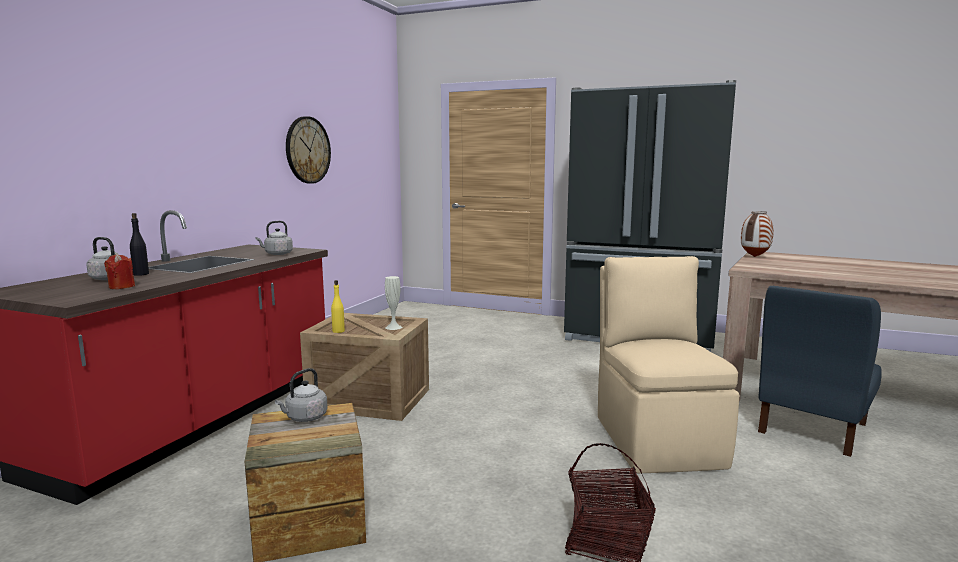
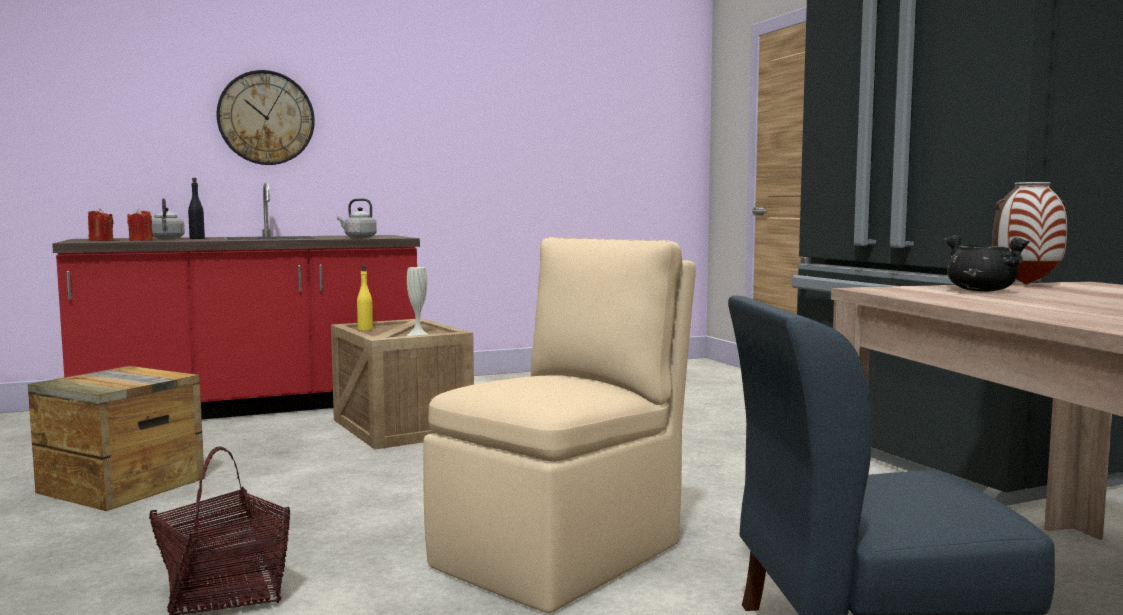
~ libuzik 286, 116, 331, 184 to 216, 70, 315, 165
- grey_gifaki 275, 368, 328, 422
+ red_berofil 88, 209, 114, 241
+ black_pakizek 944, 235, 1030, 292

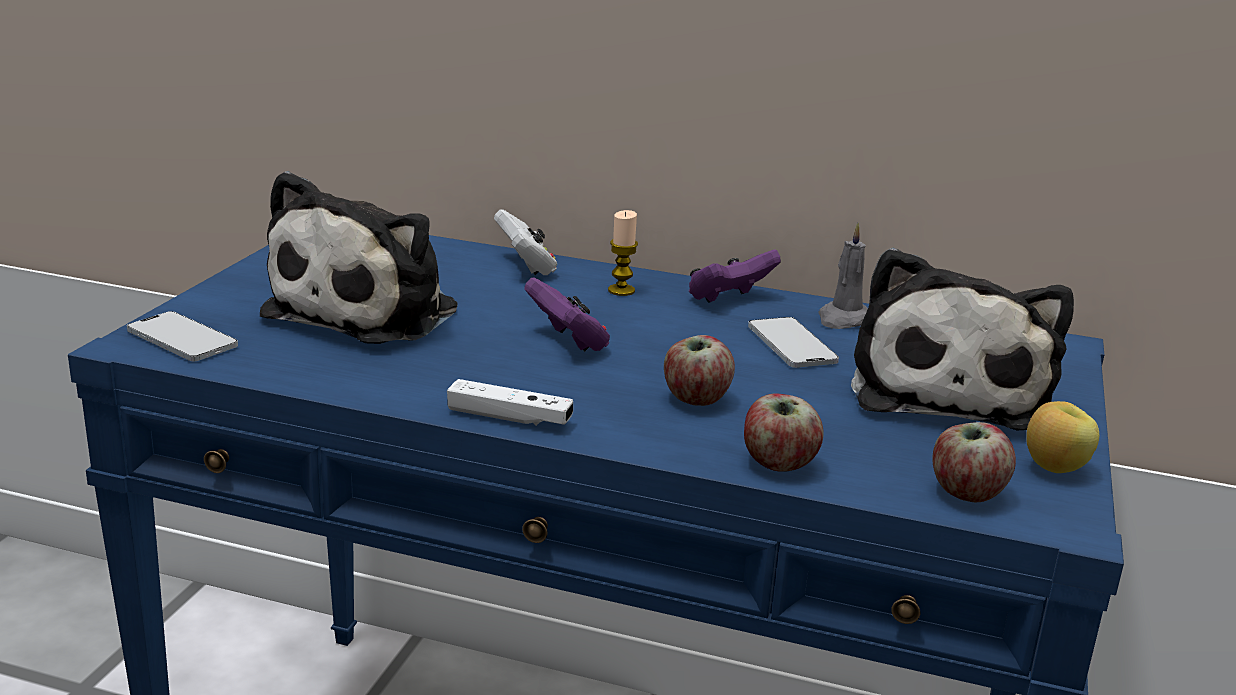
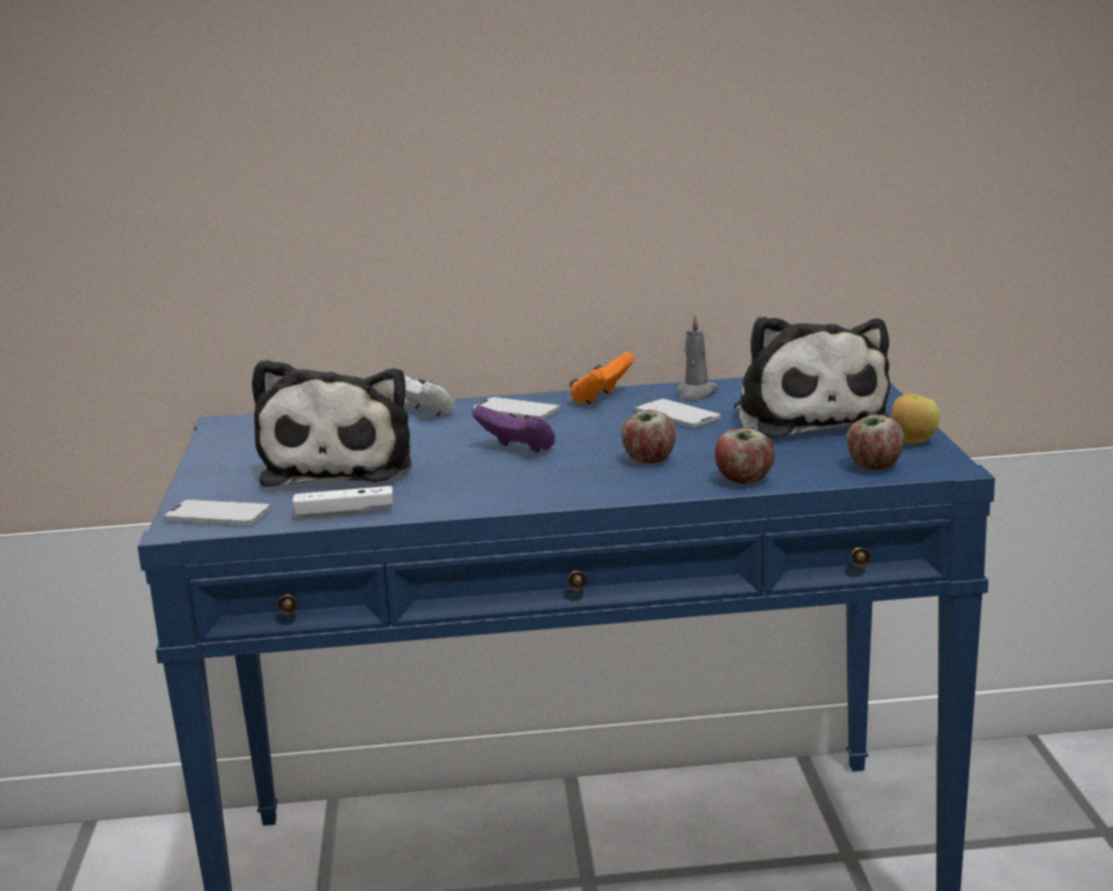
~ berofil 608, 210, 638, 296 to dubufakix 472, 397, 561, 420
~ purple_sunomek 689, 249, 781, 303 to orange_sunomek 569, 352, 634, 405
~ white_sunomek 447, 379, 573, 426 to 292, 486, 394, 518

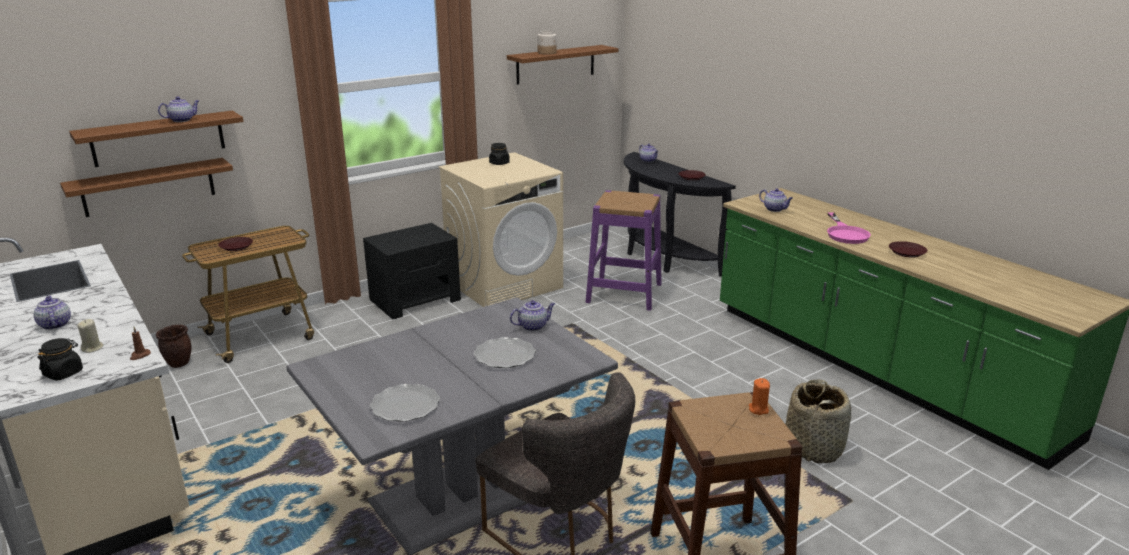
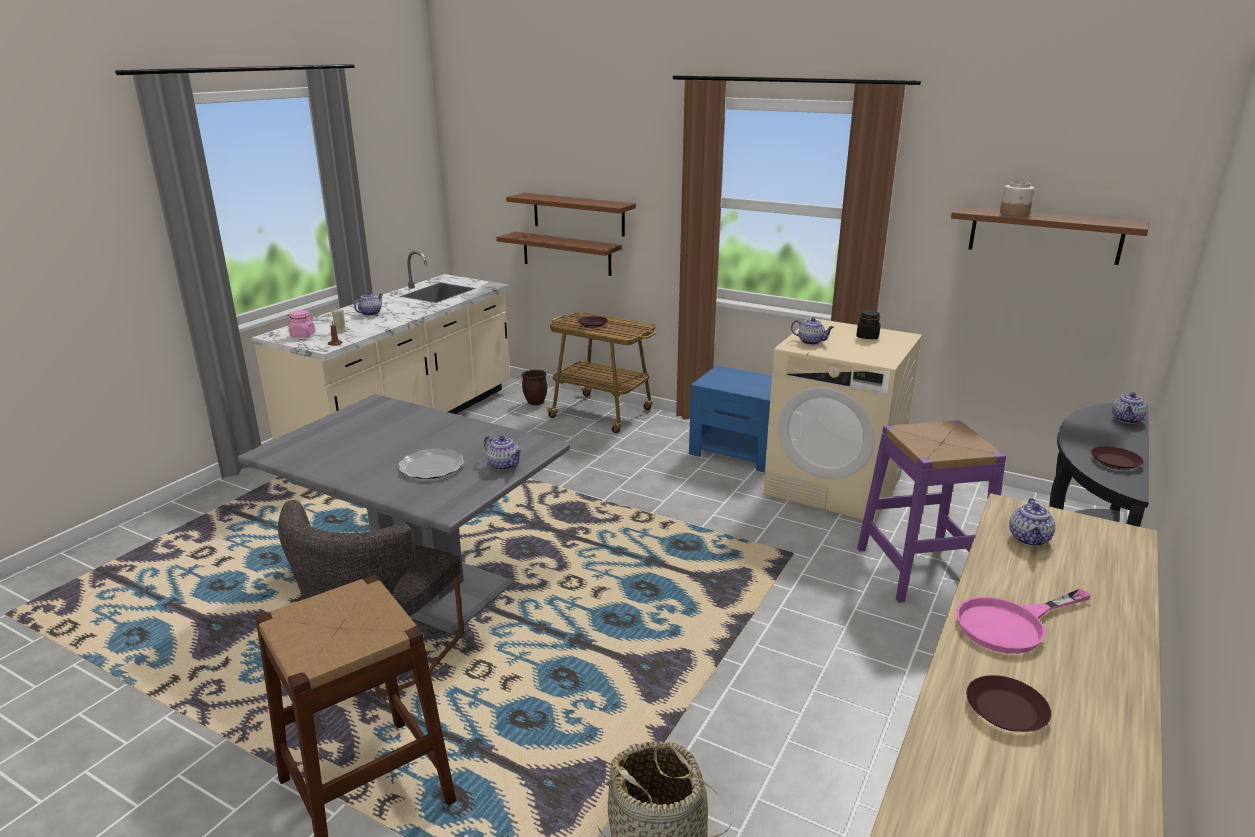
~ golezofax 158, 97, 199, 122 to 791, 318, 834, 345
~ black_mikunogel 363, 223, 461, 319 to blue_mikunogel 689, 365, 772, 473
~ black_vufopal 37, 338, 83, 381 to pink_vufopal 287, 310, 315, 337
- orange_berofil 749, 378, 770, 415
- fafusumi 370, 384, 440, 422

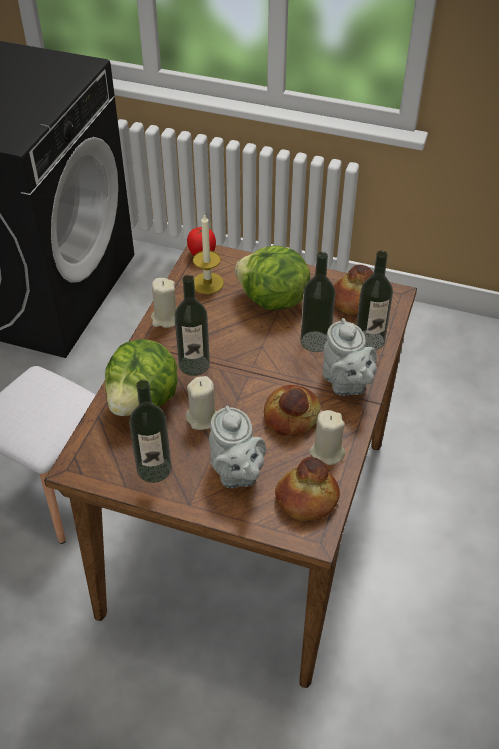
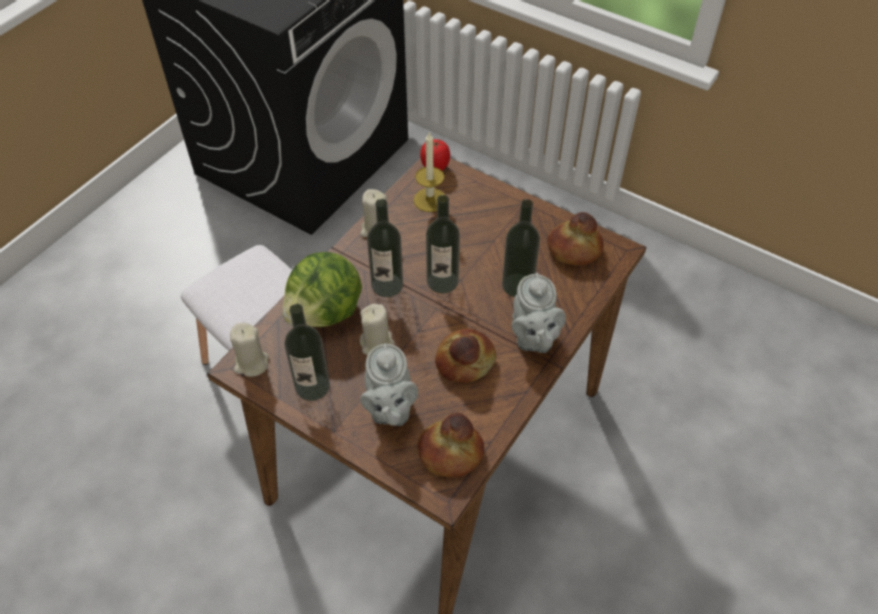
- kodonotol 235, 246, 310, 310
~ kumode 356, 251, 393, 350 to 426, 195, 460, 293
~ beige_berofil 309, 410, 345, 465 to 230, 323, 269, 377

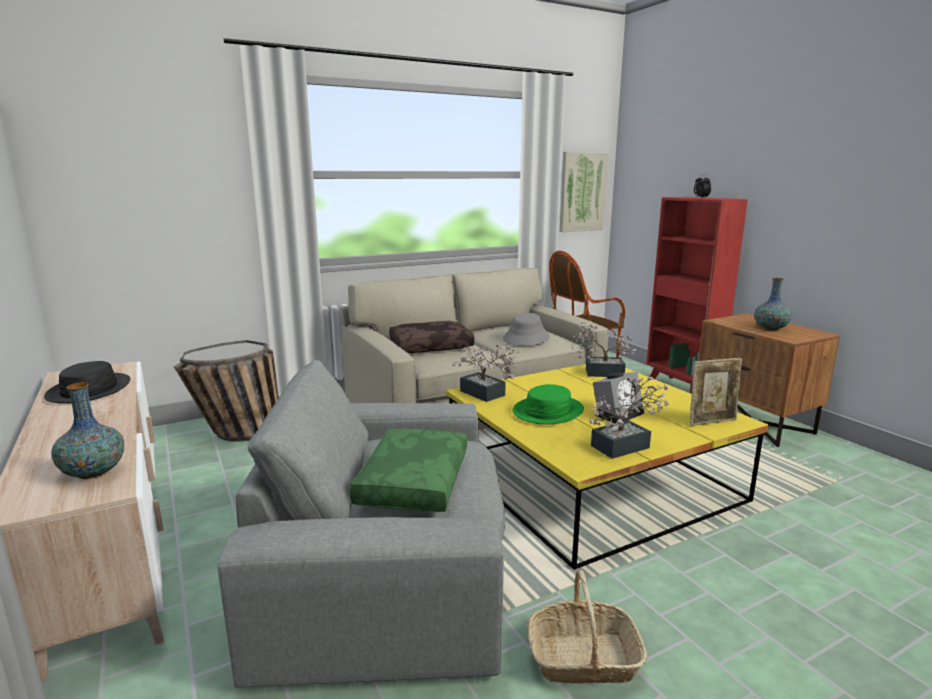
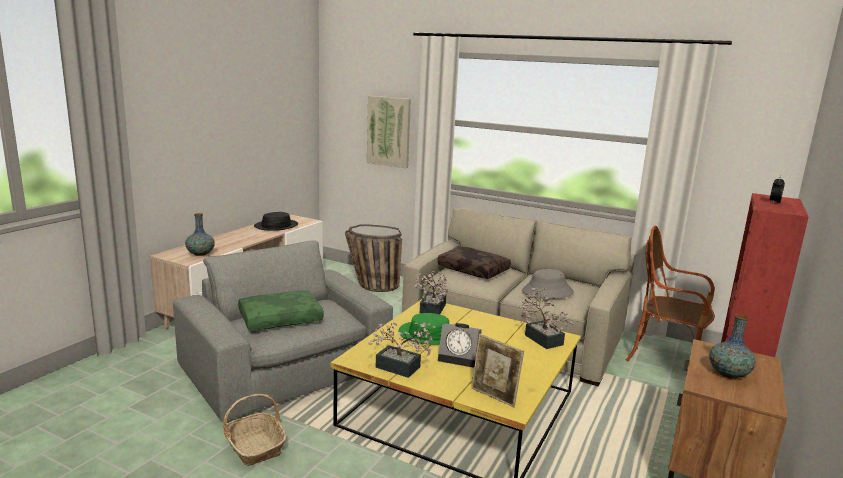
~ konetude 560, 152, 608, 232 to 367, 96, 411, 168

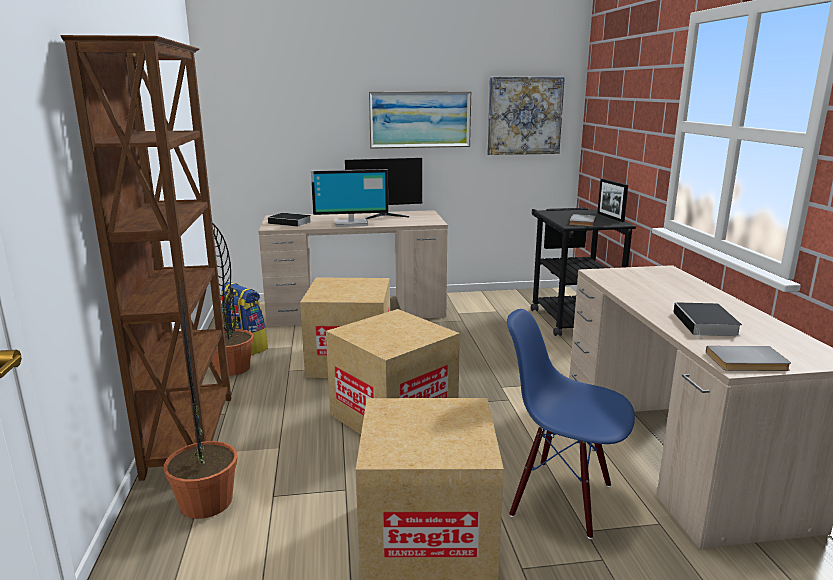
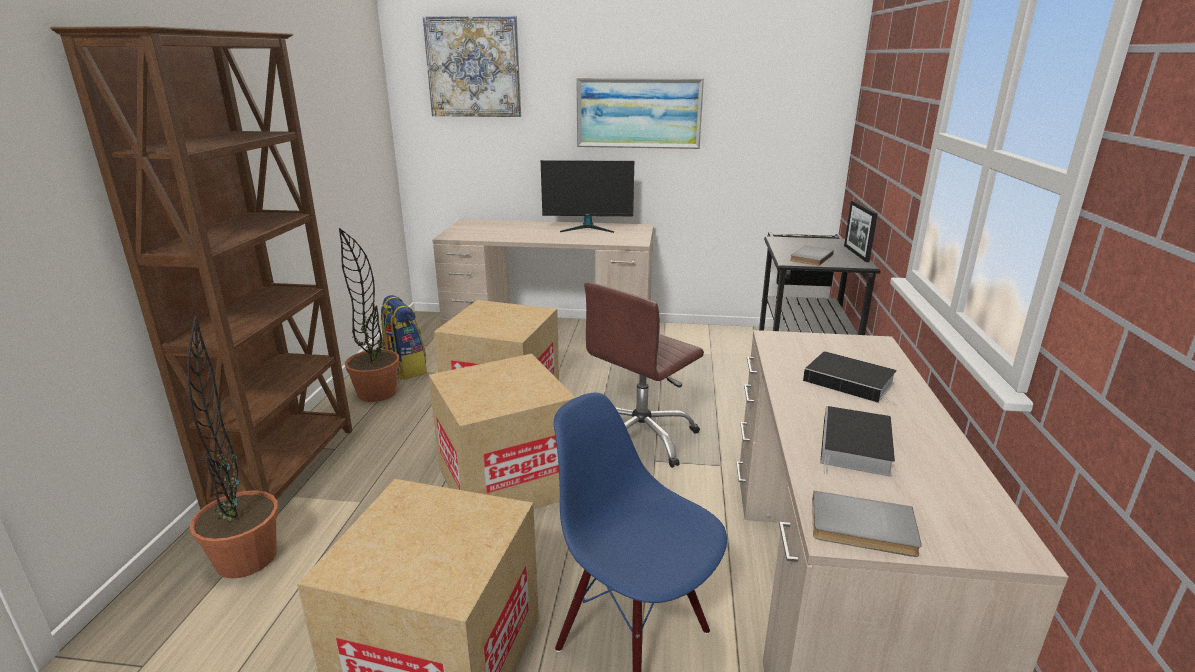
~ konetude 487, 77, 565, 155 to 423, 16, 521, 117
- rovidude 311, 169, 389, 227
~ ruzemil 268, 213, 311, 227 to 803, 351, 897, 406
+ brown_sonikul 584, 282, 704, 468

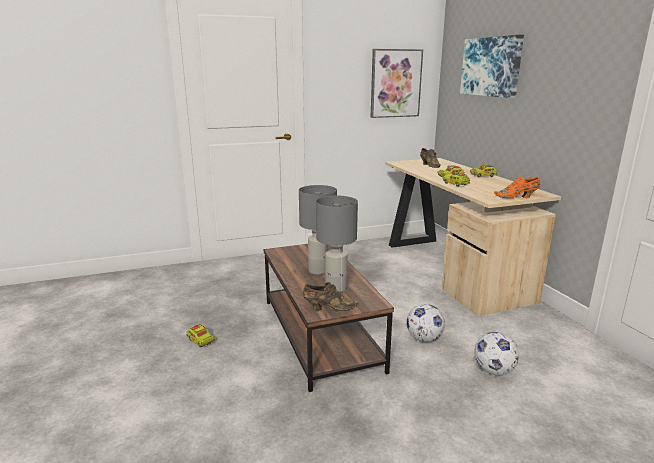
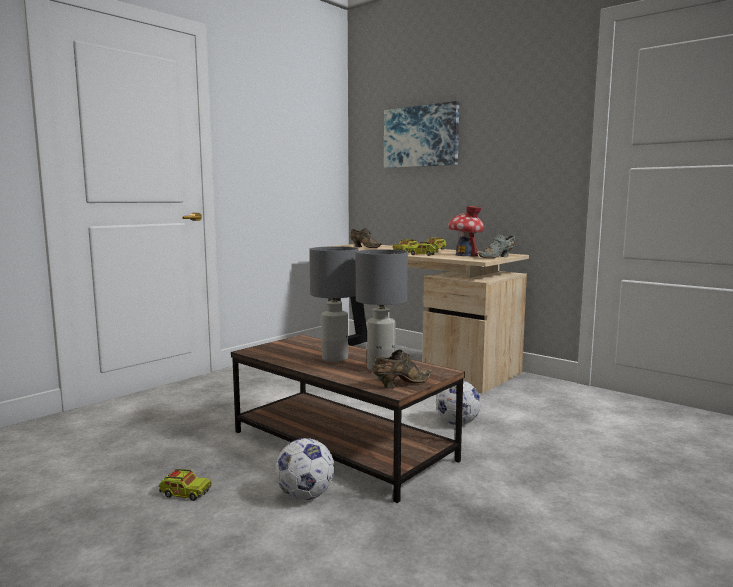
- konetude 371, 49, 423, 118
~ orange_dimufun 494, 176, 540, 198 to grey_dimufun 478, 234, 516, 258
~ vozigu 474, 332, 519, 375 to 275, 438, 334, 500
+ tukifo 448, 206, 484, 256

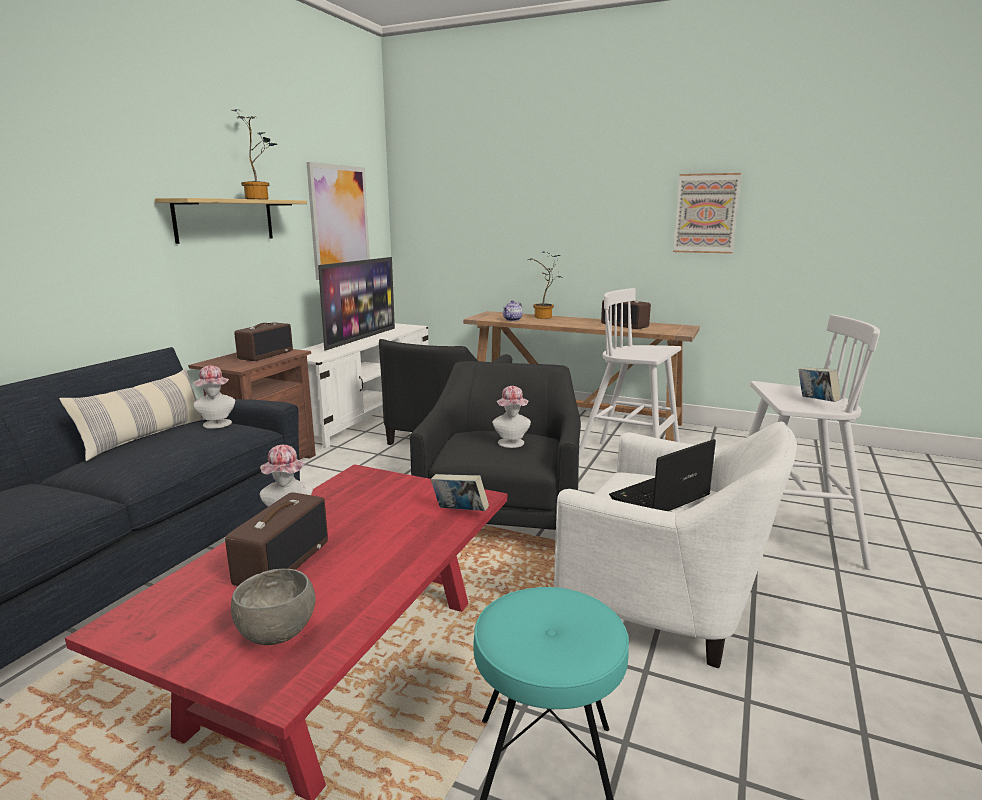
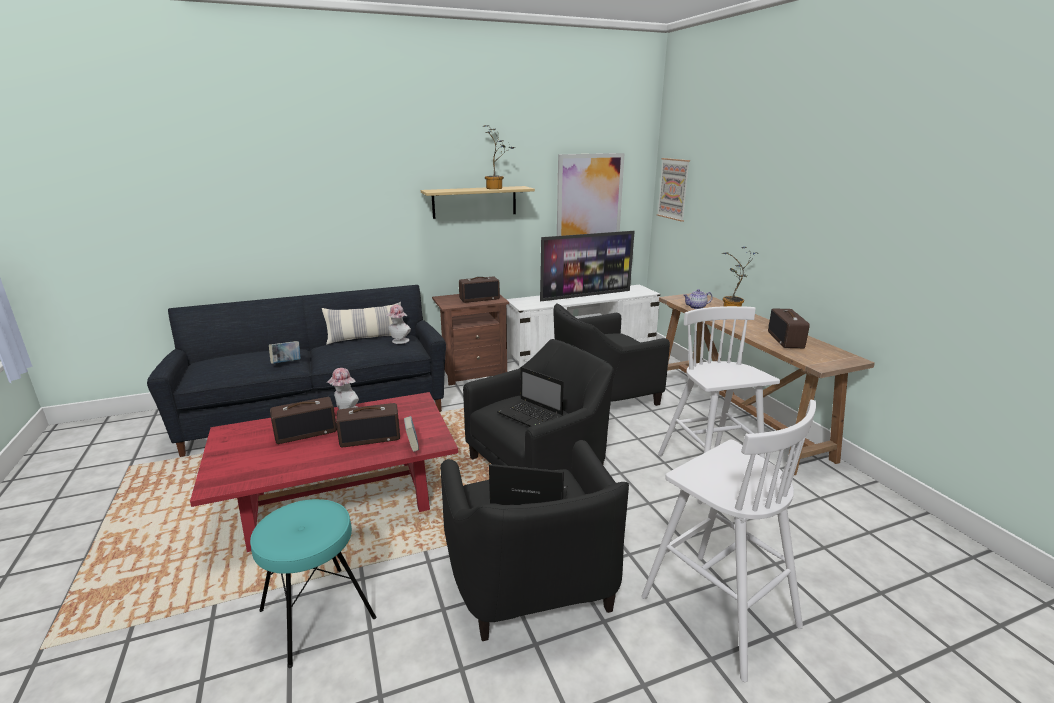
~ konetude 673, 173, 741, 254 to 657, 158, 690, 222
~ ruzemil 798, 367, 841, 402 to 269, 341, 300, 364
~ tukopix 492, 386, 531, 448 to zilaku 497, 367, 564, 427
~ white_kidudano 554, 421, 797, 668 to black_kidudano 440, 440, 629, 641
- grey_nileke 231, 569, 316, 645
+ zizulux 336, 403, 400, 447

